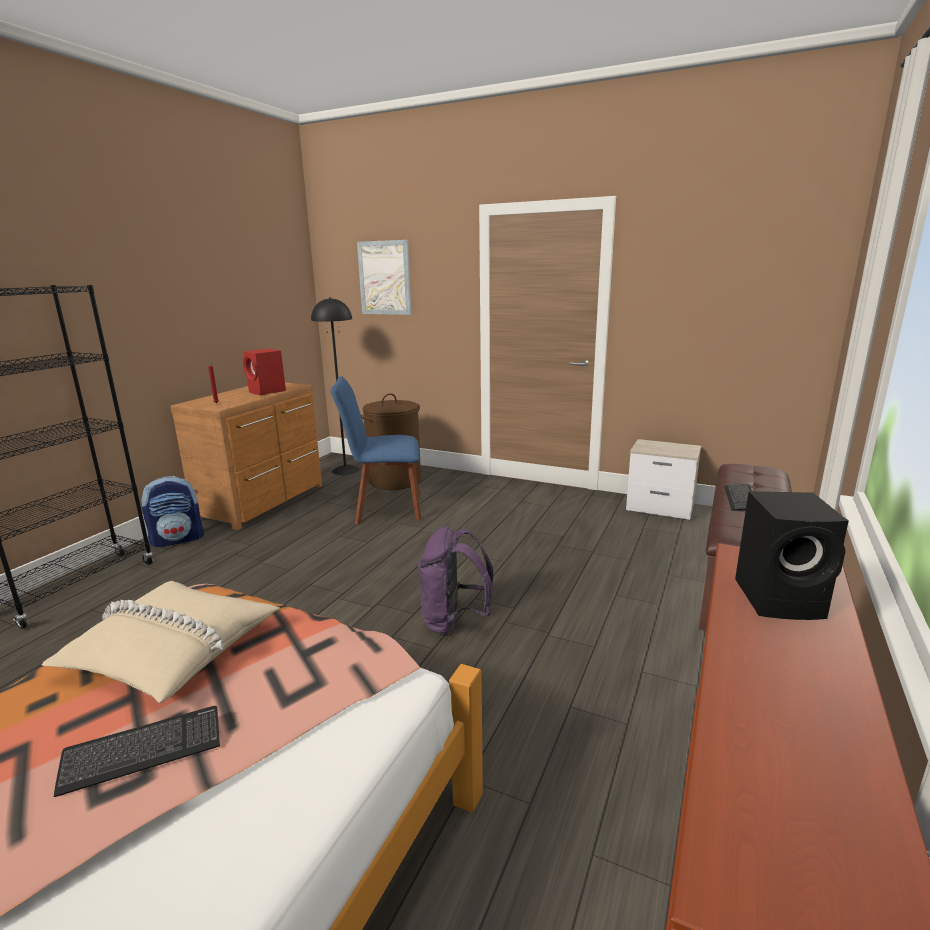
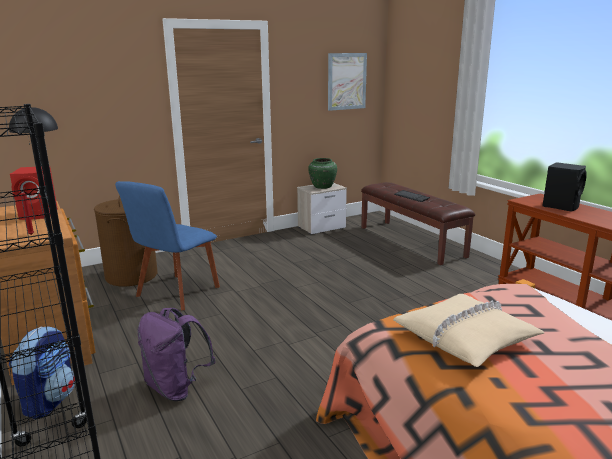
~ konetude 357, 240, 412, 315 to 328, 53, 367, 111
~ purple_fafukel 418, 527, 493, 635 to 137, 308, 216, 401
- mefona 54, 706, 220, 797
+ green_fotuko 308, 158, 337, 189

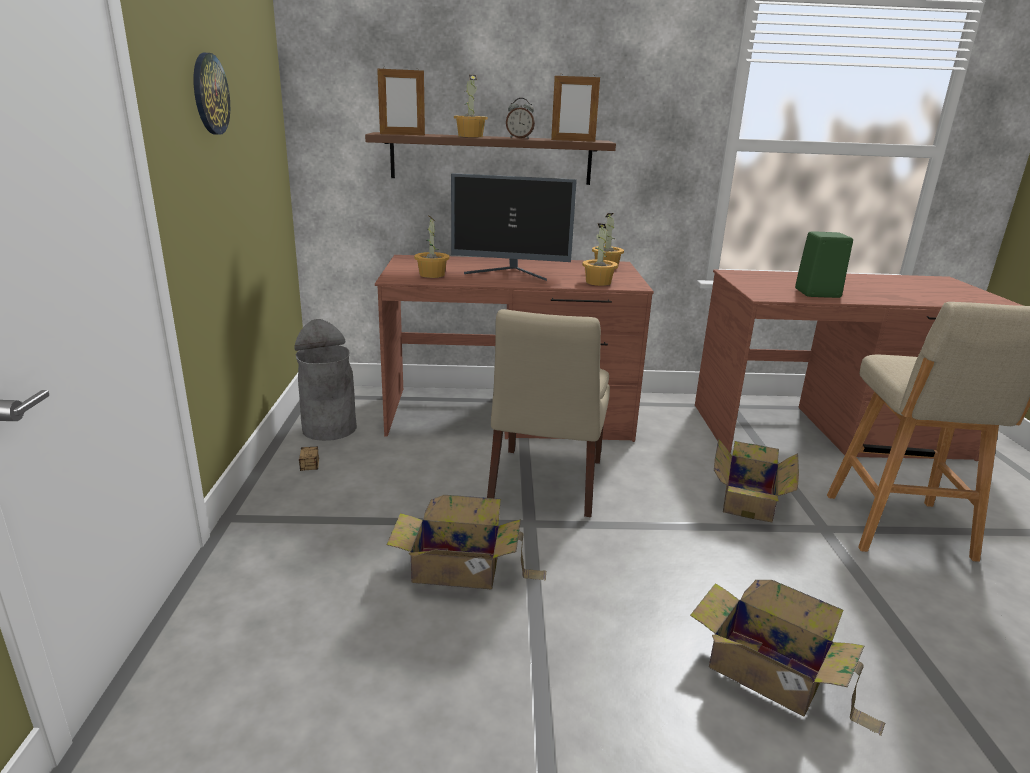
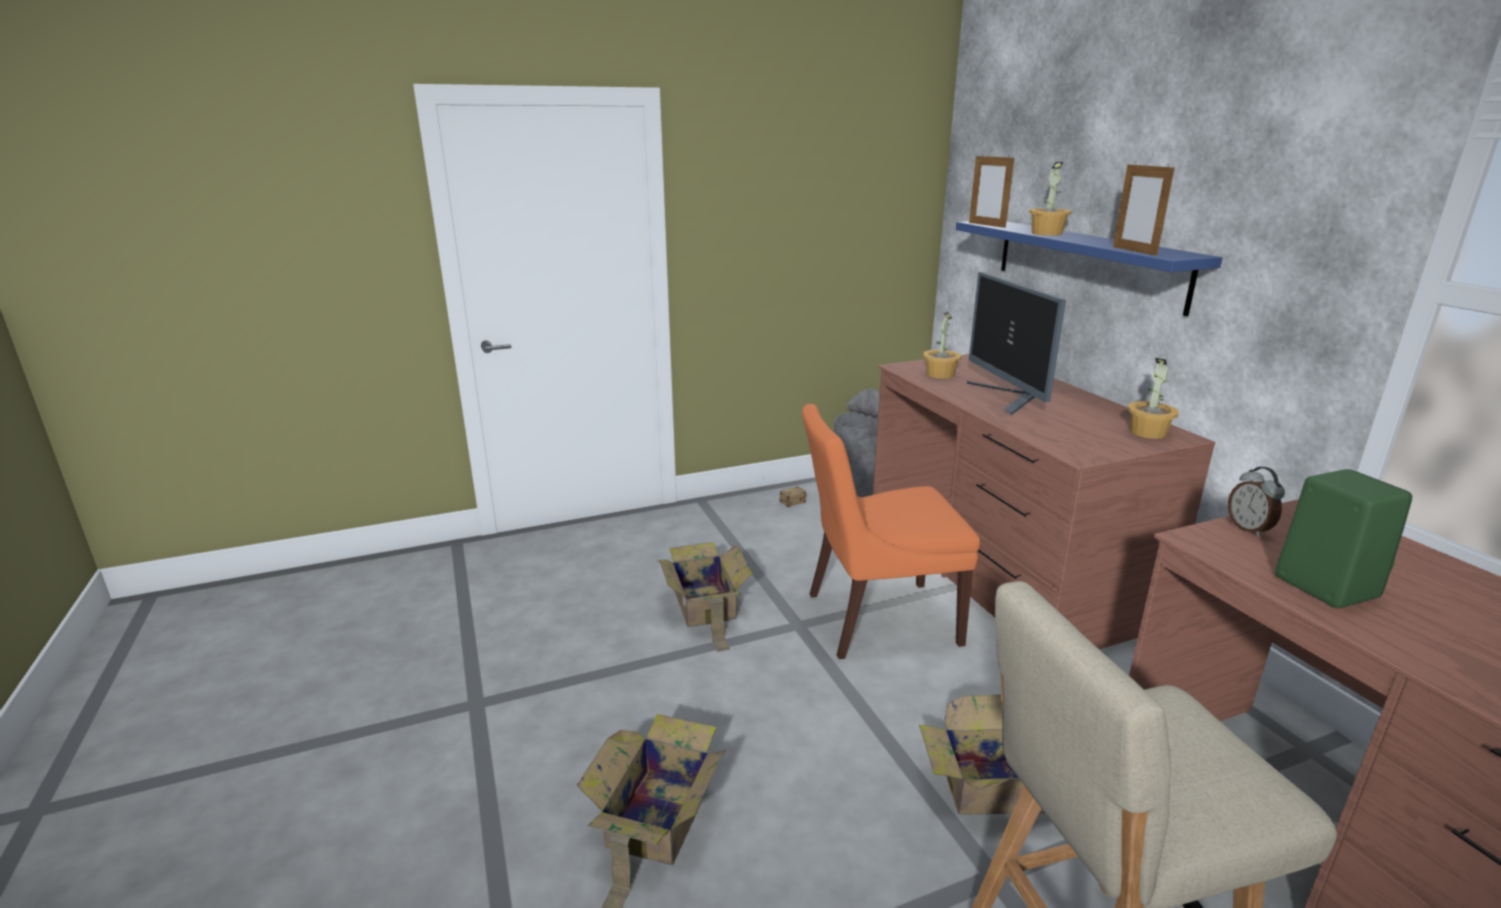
- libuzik 193, 53, 230, 135
~ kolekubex 506, 98, 535, 139 to 1228, 467, 1285, 537
~ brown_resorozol 365, 132, 616, 185 to blue_resorozol 956, 221, 1223, 316
- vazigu 582, 223, 618, 286
~ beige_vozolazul 487, 309, 610, 517 to orange_vozolazul 802, 404, 980, 659

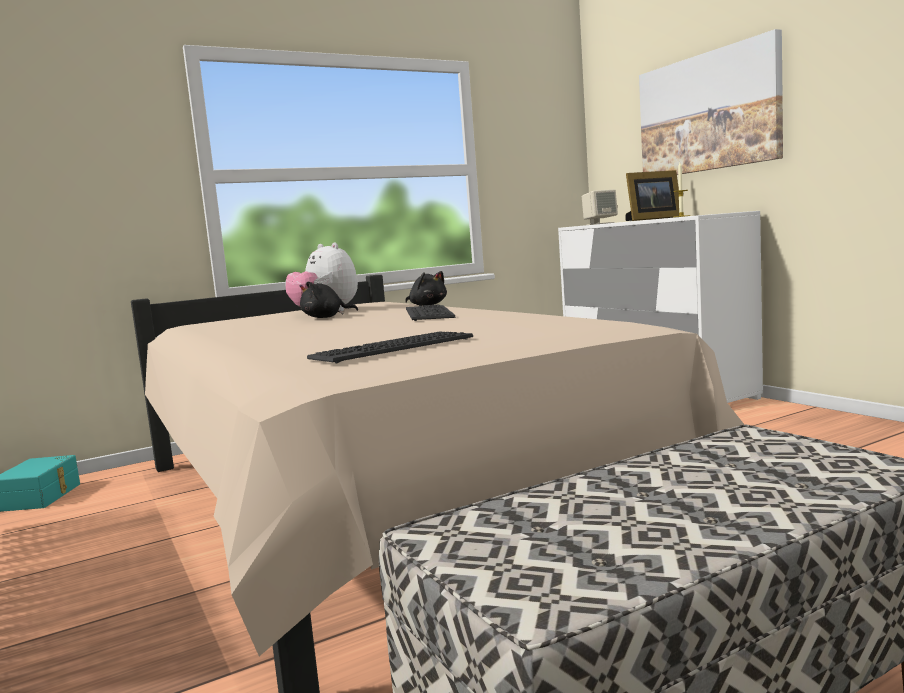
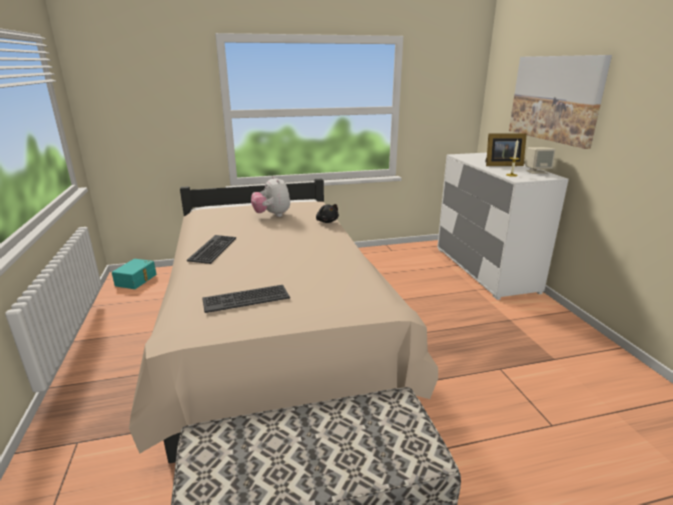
~ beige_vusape 582, 189, 618, 225 to 525, 147, 555, 174
- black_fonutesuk 300, 282, 358, 318
~ mefona 406, 305, 455, 321 to 187, 235, 236, 264

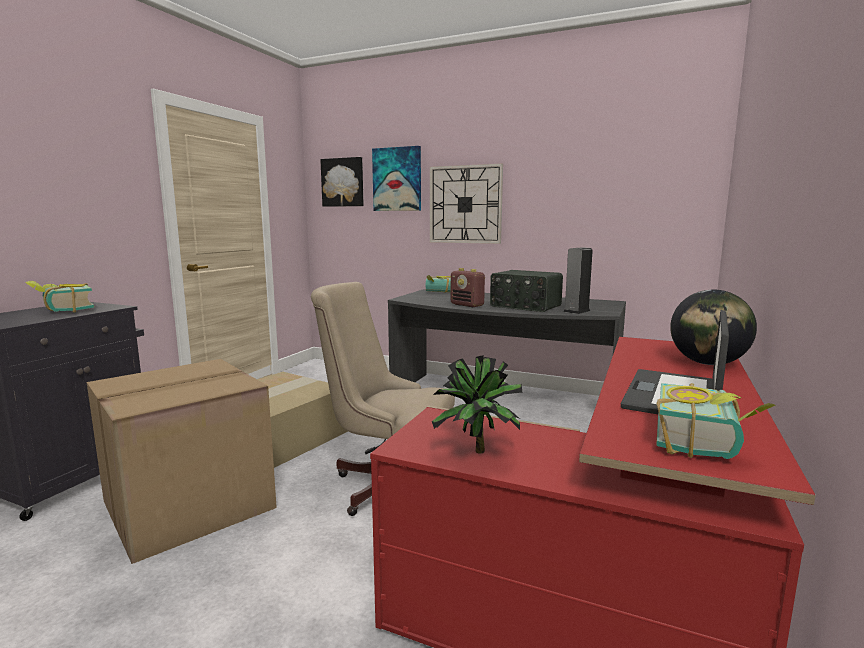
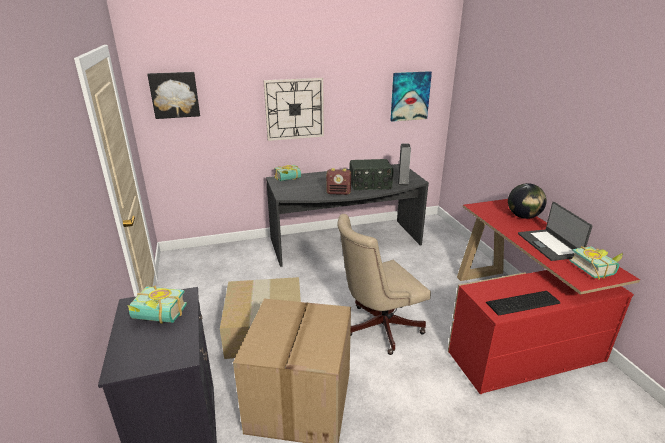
~ konetude 372, 146, 421, 211 to 391, 71, 432, 122
~ vazigu 432, 355, 523, 454 to mefona 486, 291, 560, 316

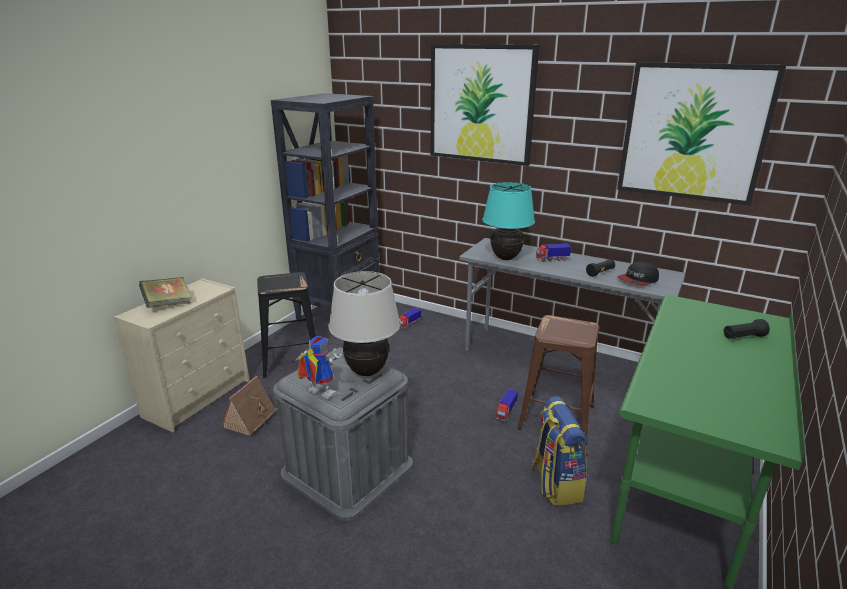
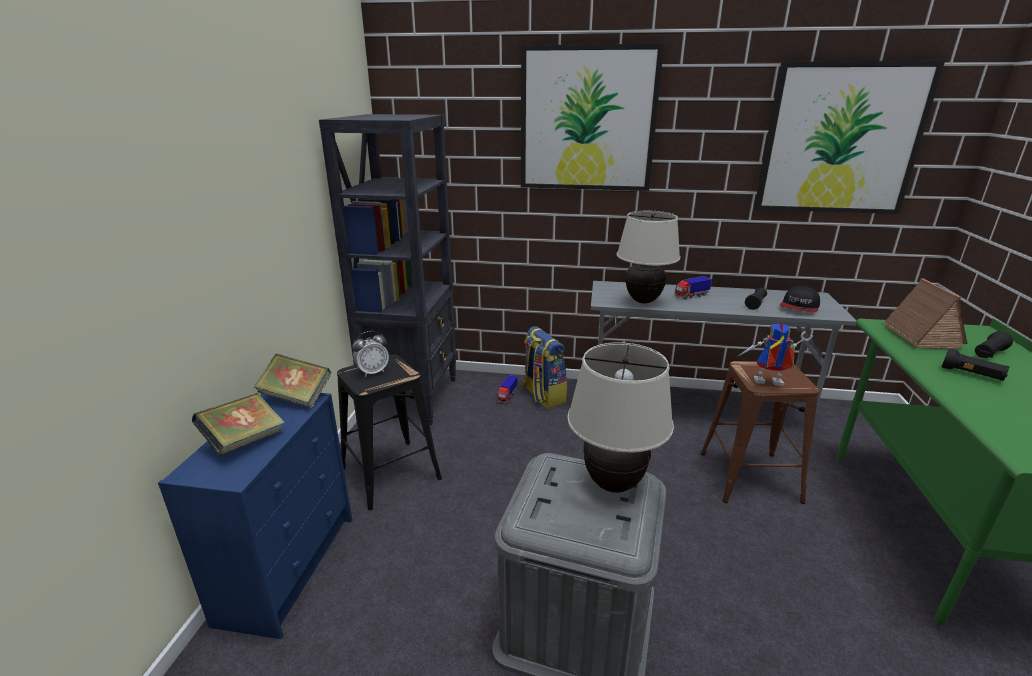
~ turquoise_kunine 482, 182, 535, 260 to beige_kunine 616, 211, 680, 304
~ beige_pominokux 114, 278, 250, 433 to blue_pominokux 158, 393, 352, 639
~ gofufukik 294, 336, 342, 399 to 737, 324, 813, 386
~ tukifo 221, 376, 277, 436 to 881, 278, 967, 349
- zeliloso 496, 389, 518, 421
~ fafukel 531, 396, 587, 505 to 522, 326, 567, 408
+ kolekubex 352, 331, 389, 377
+ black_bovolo 942, 348, 1009, 381
+ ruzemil 254, 354, 331, 408

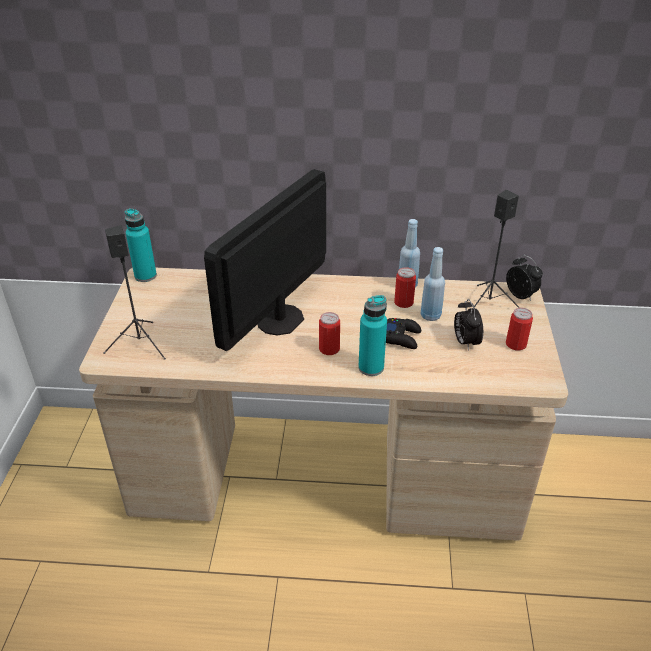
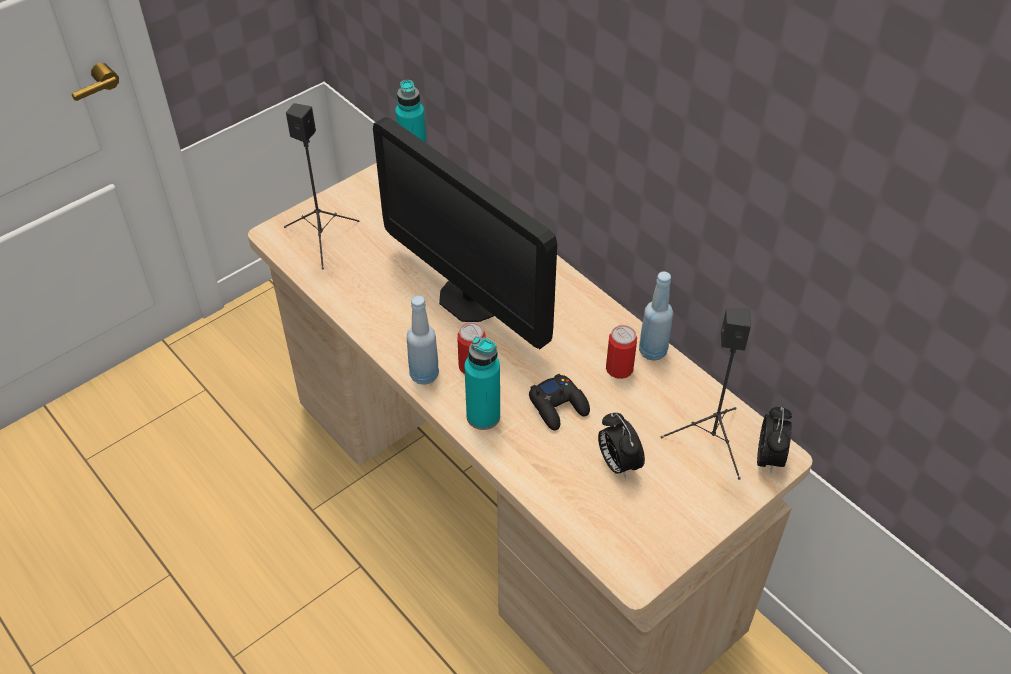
~ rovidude 204, 169, 326, 351 = 373, 117, 557, 349 120 degrees counterclockwise
~ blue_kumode 420, 247, 445, 321 to 407, 295, 439, 385
~ kolekubex 454, 299, 483, 351 = 598, 413, 645, 479 60 degrees counterclockwise
- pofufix 506, 308, 533, 350

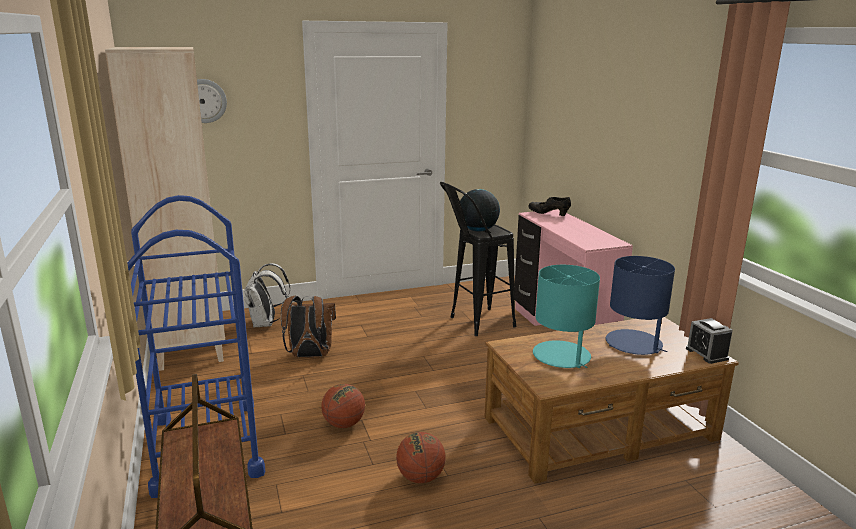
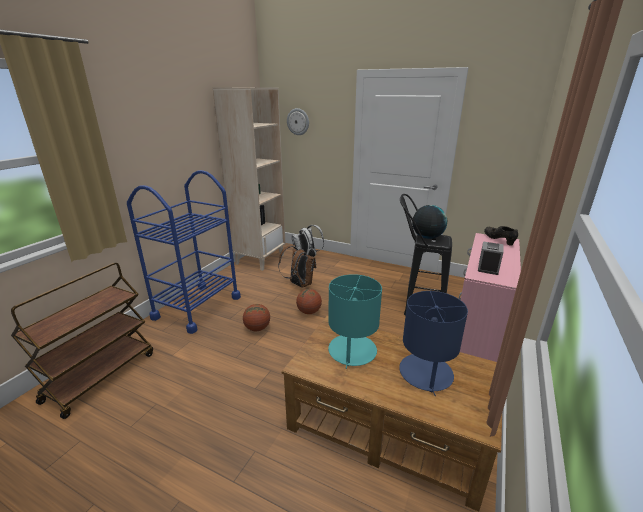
~ kolekubex 686, 318, 733, 364 to 478, 241, 504, 275
~ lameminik 396, 432, 446, 483 to 296, 289, 322, 314

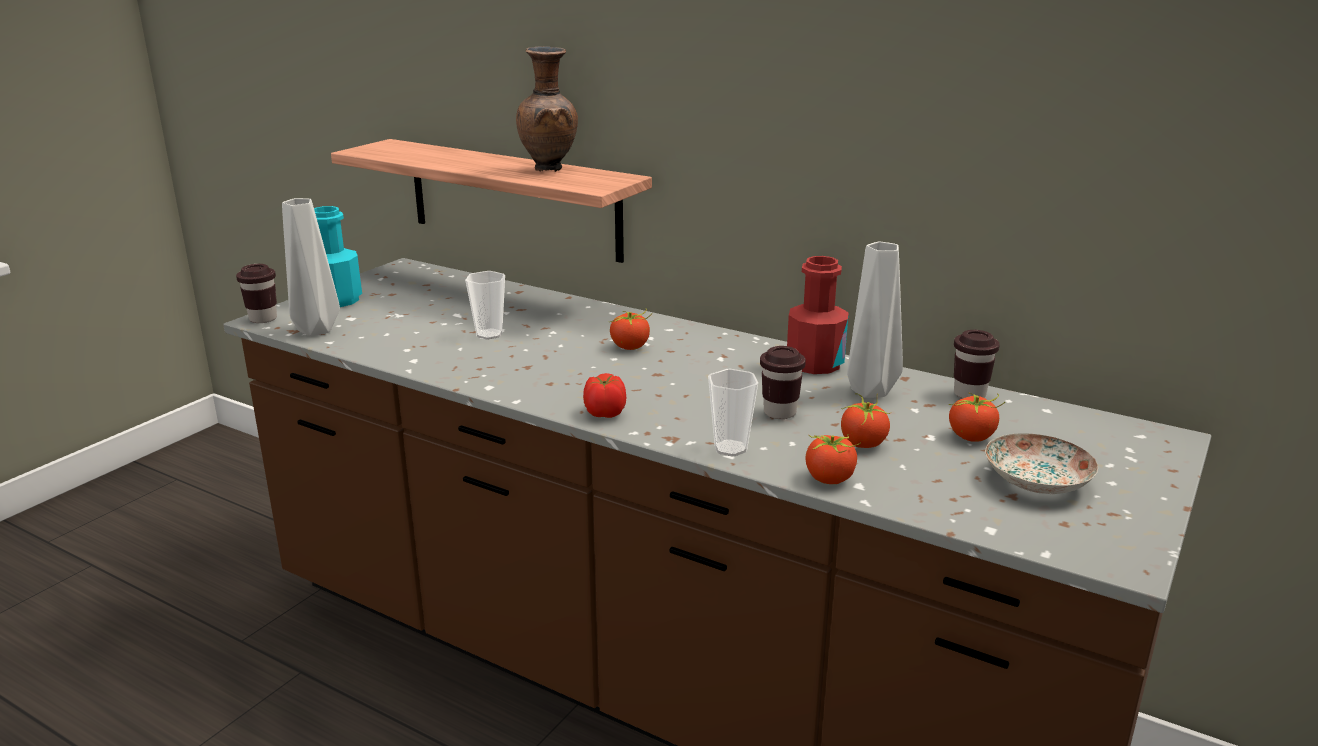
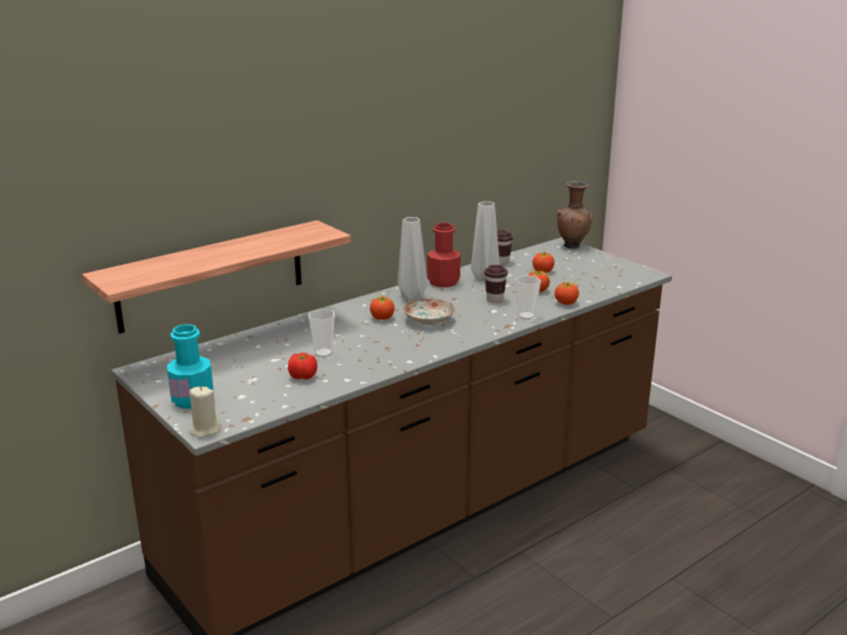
~ brown_fotuko 516, 46, 578, 172 to 557, 181, 593, 249
~ grey_fotuko 282, 198, 340, 336 to 398, 217, 428, 301
~ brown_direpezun 236, 264, 277, 323 to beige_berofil 189, 386, 221, 439
~ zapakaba 583, 373, 626, 418 to 288, 352, 317, 379
~ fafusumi 985, 433, 1098, 494 to 403, 299, 455, 325

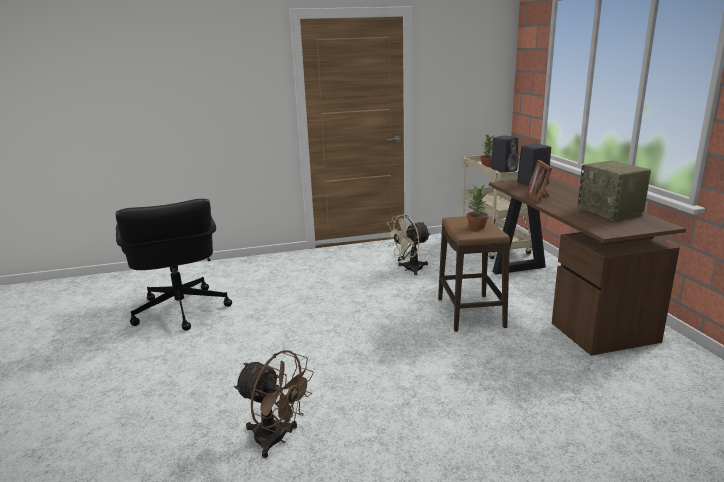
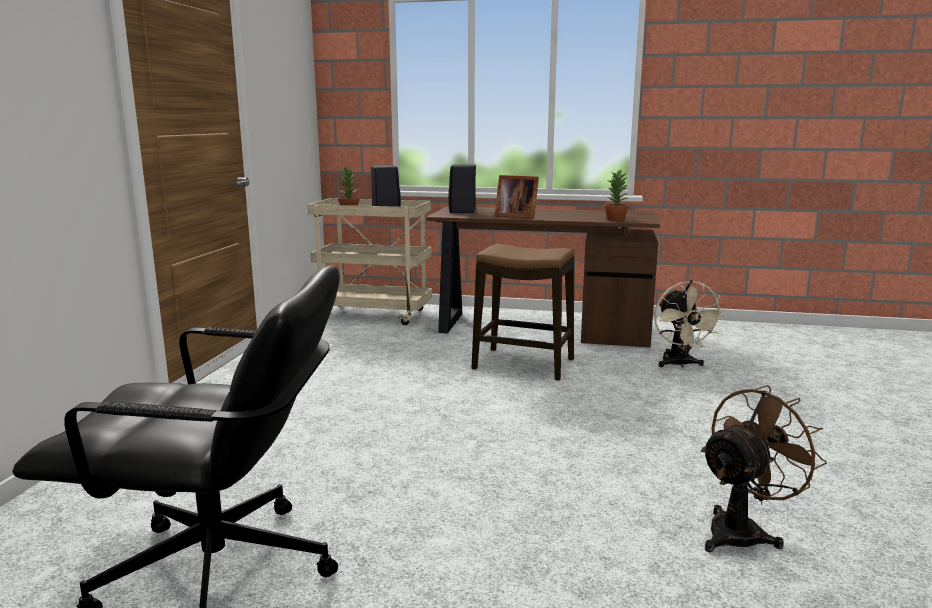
- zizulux 578, 161, 651, 221
~ vazigu 466, 184, 489, 230 to 604, 170, 629, 221
~ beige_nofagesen 386, 214, 431, 275 to 654, 280, 726, 368

